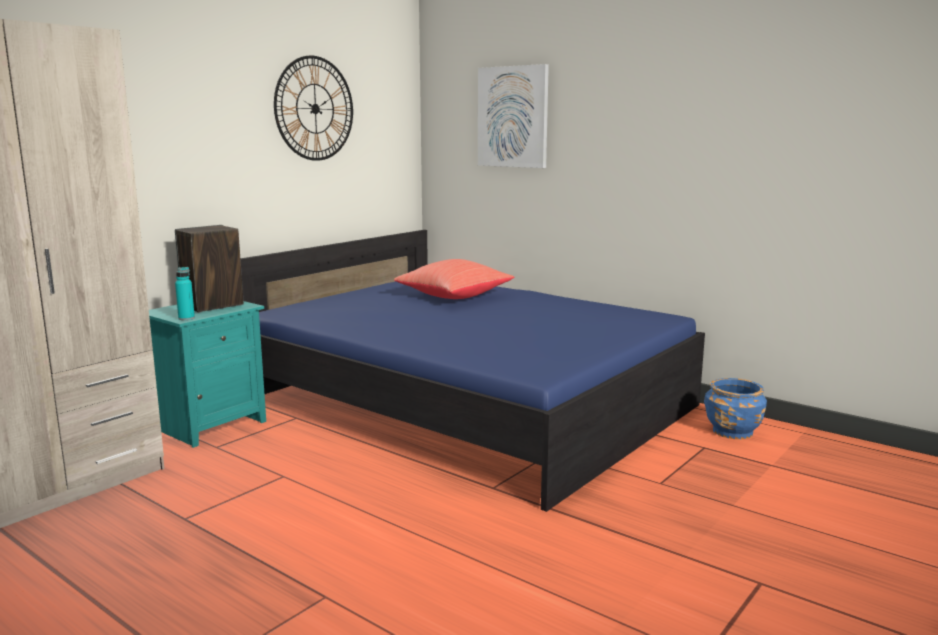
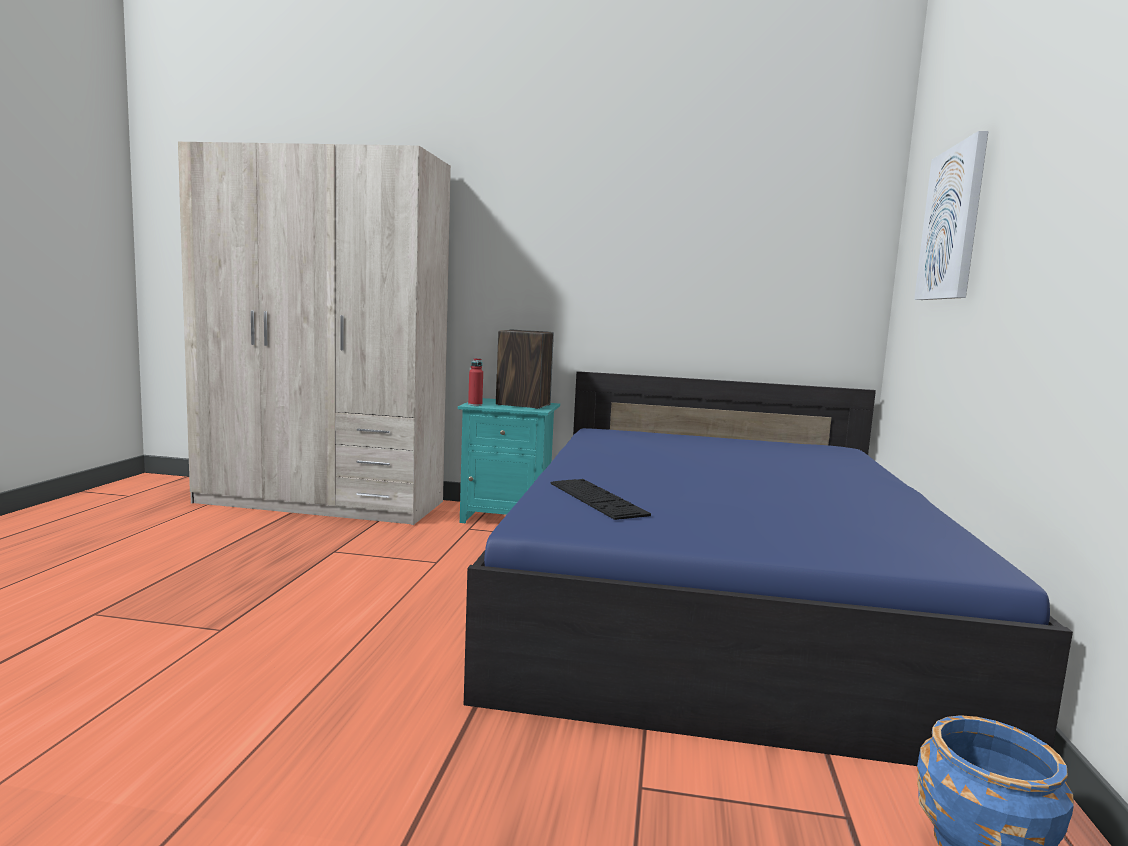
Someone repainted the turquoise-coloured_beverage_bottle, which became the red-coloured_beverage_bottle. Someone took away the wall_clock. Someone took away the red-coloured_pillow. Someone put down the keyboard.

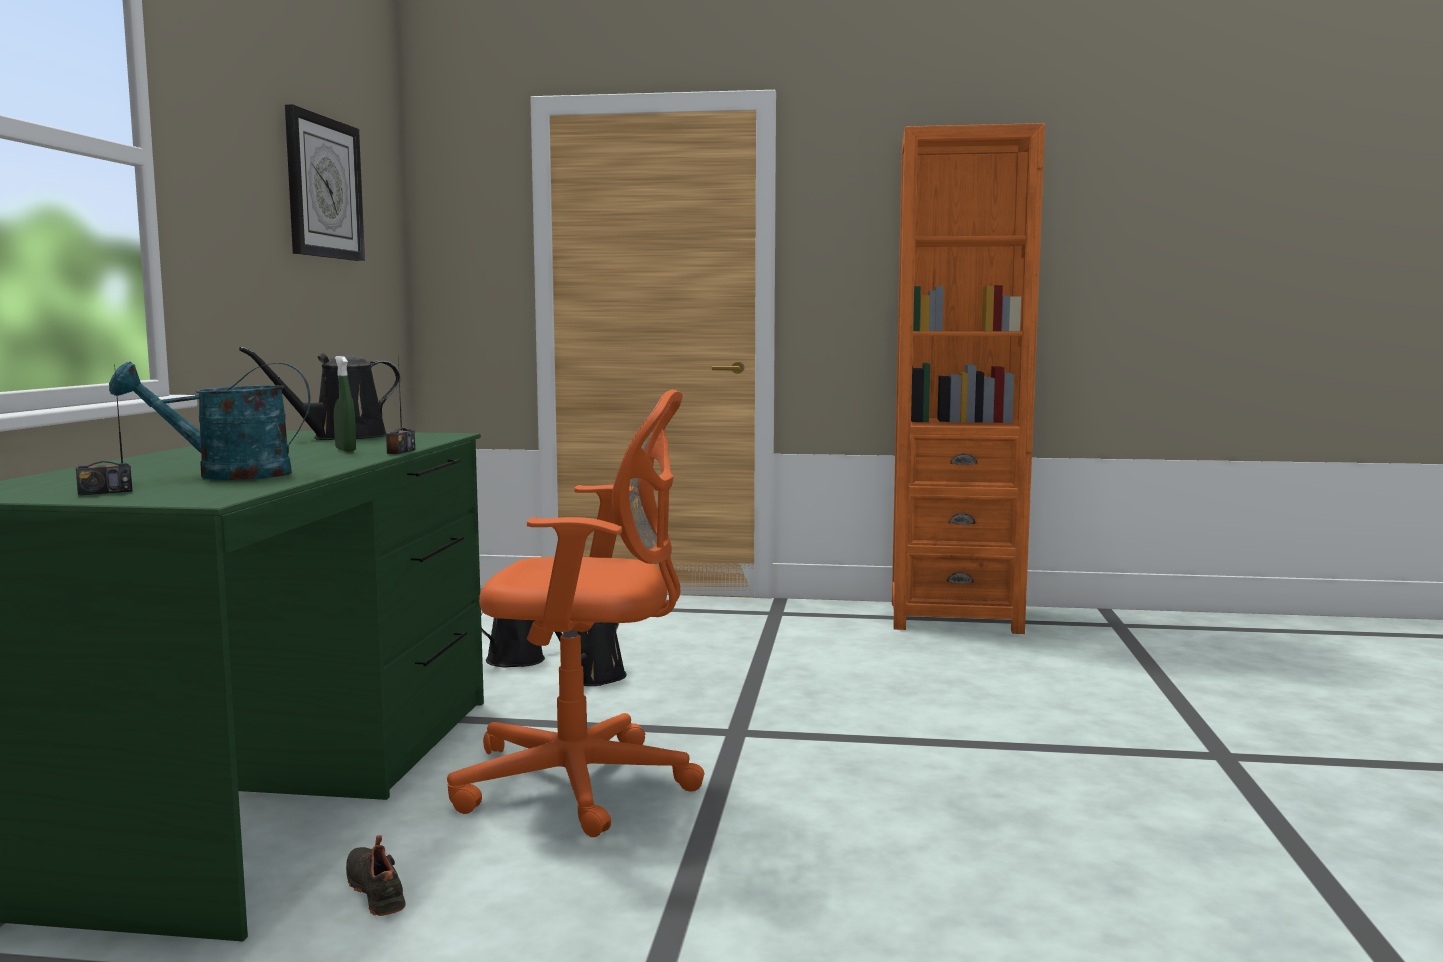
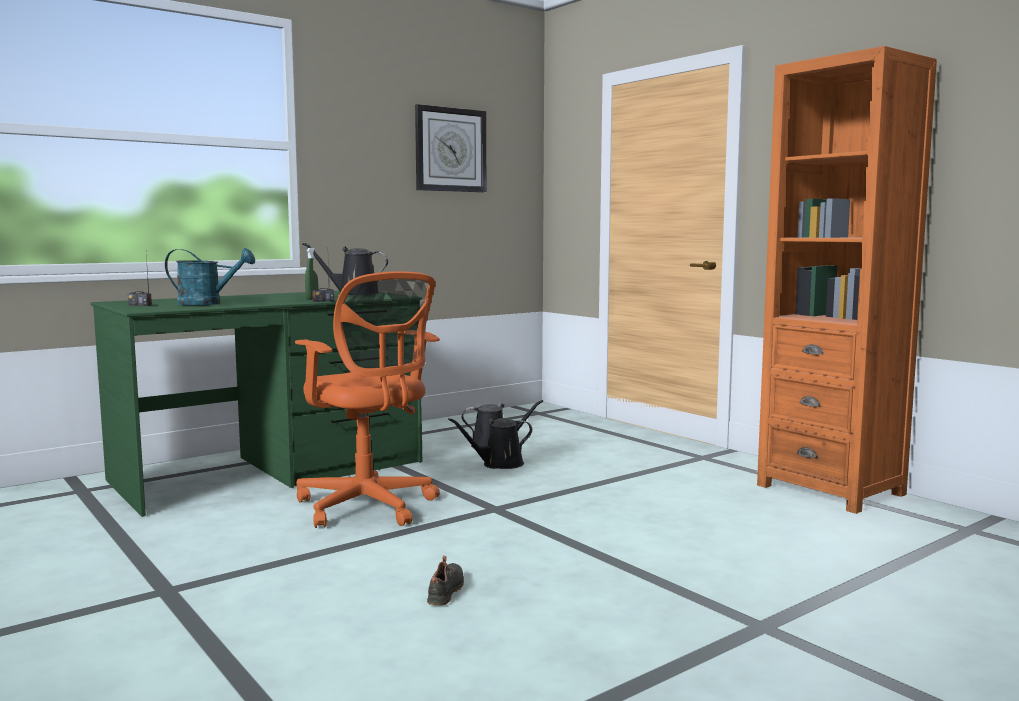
Someone rotated the turquoise-coloured_watering_pot by 150 degrees clockwise. Someone carried the blackish_low_shoe.

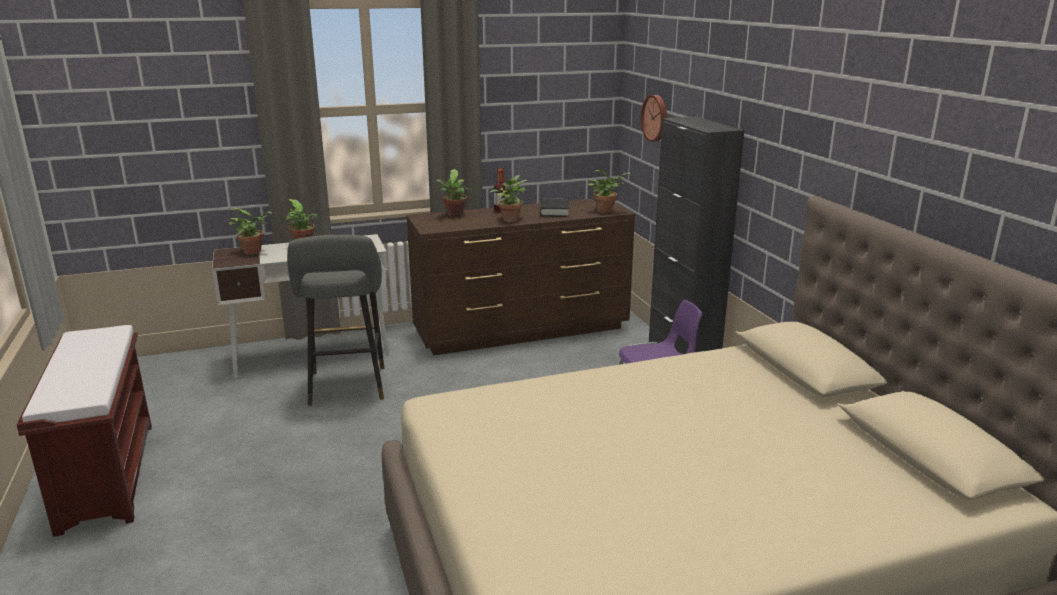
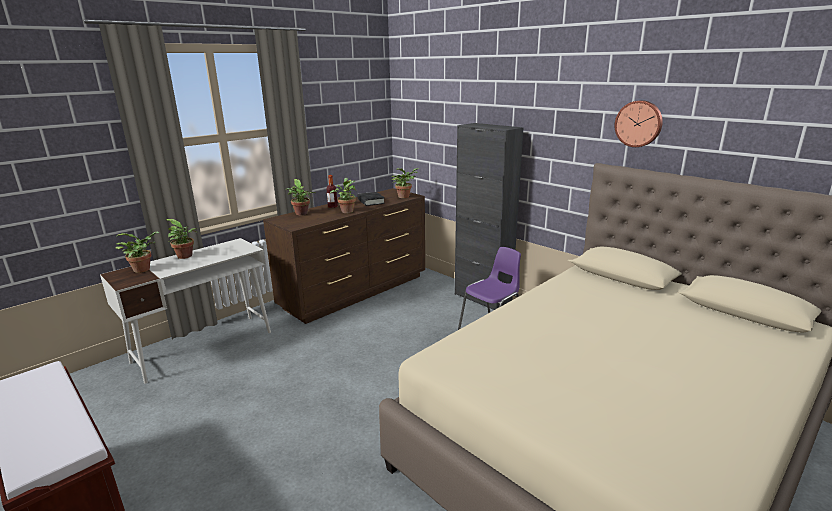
Someone took away the grey_stool_seat. Someone carried the wall_clock.

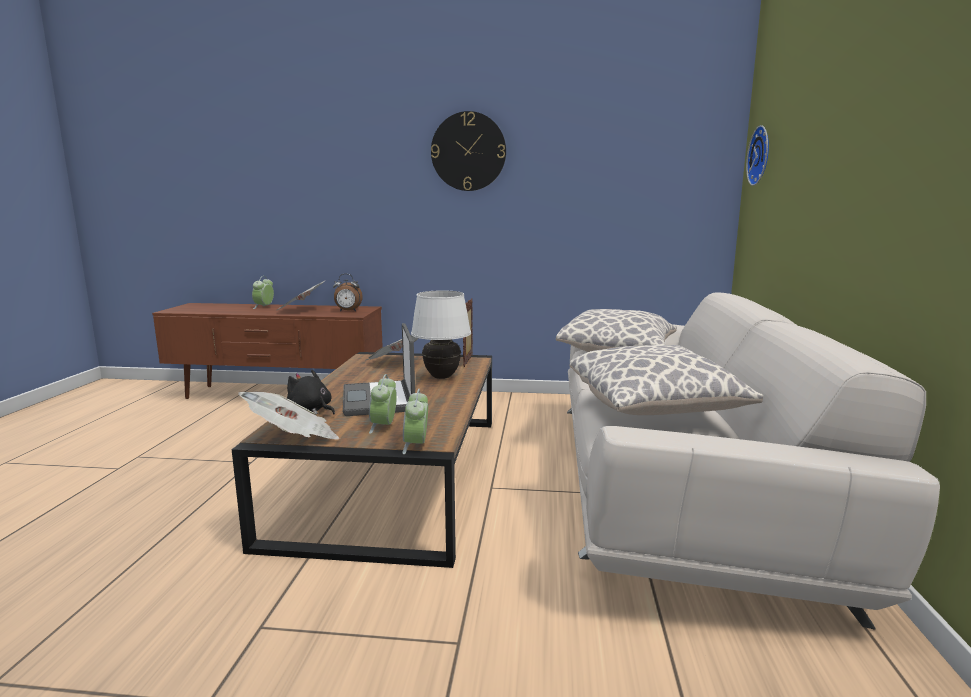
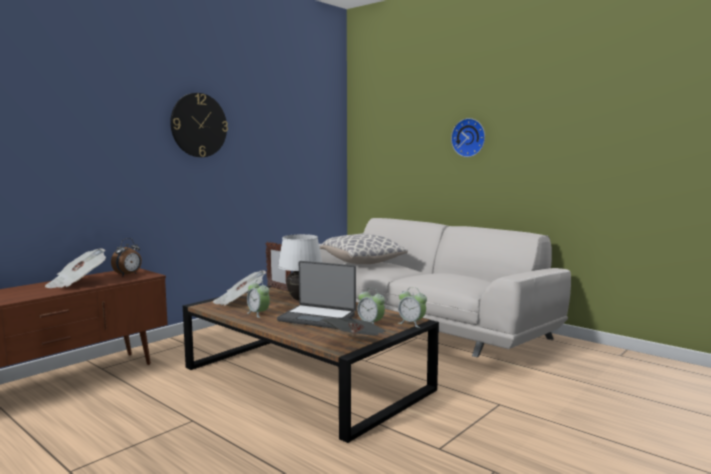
Someone carried the bedside_clock (1st from left in the first image). Someone took away the blackish_soft_toy. Someone took away the pillow (2nd from left). Someone carried the wall_clock (2nd from left).

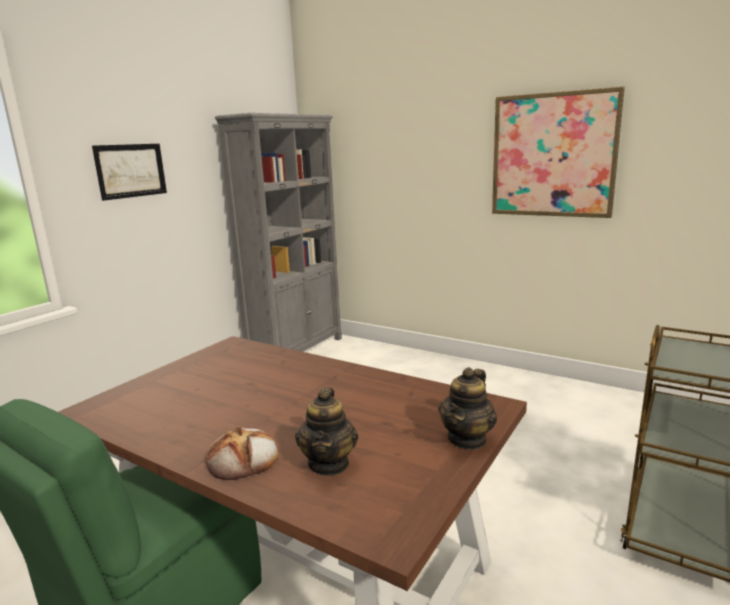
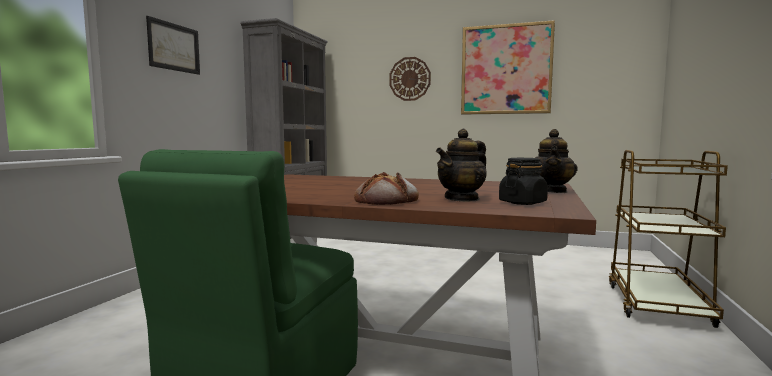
Someone rotated the teapot (1st from left) by 60 degrees clockwise. Someone put up the wall_clock. Someone put down the blackish_jar.

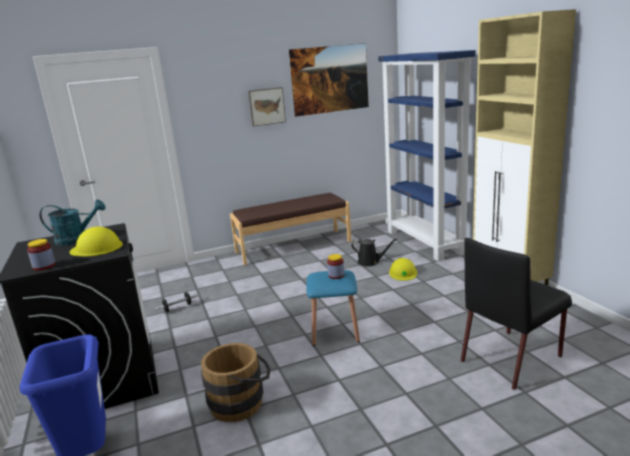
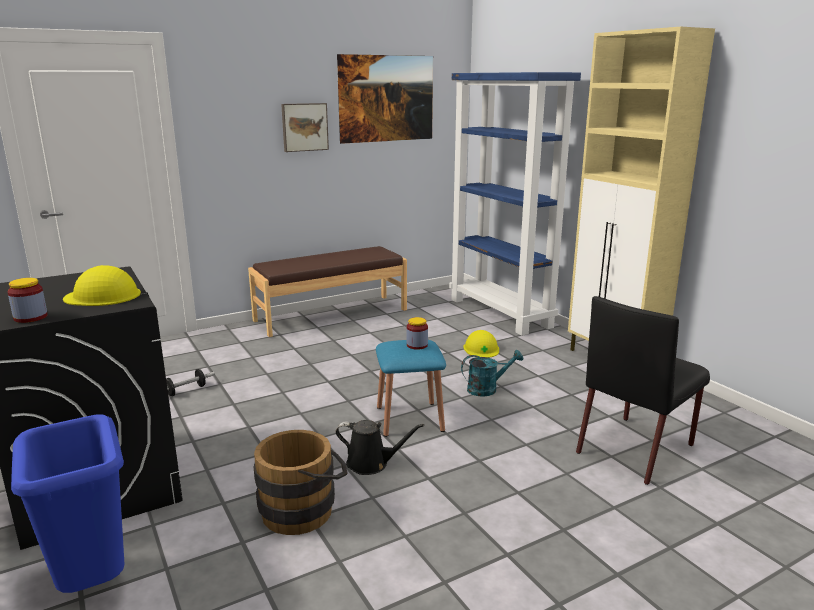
Someone carried the turquoise-coloured_watering_pot. Someone carried the blackish_watering_pot.

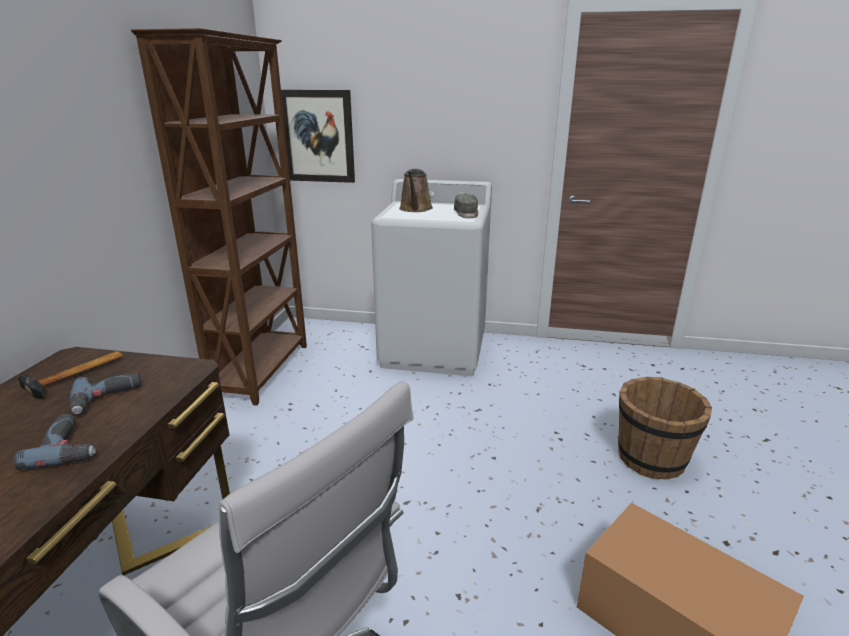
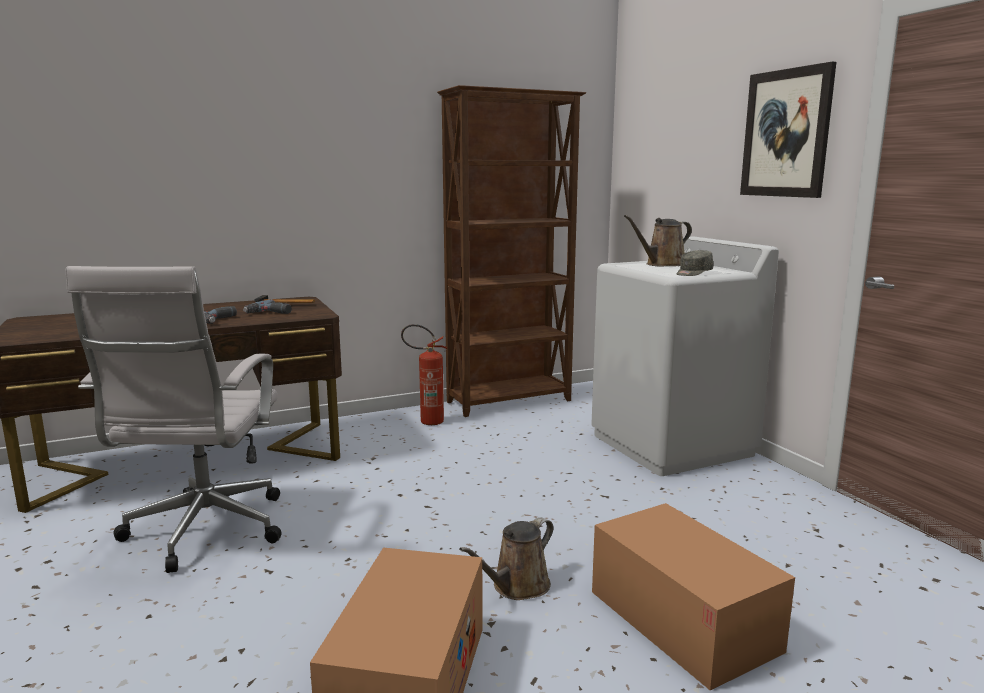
Someone carried the wall_picture. Someone swapped the brown_pail for the cardboard_box (2nd from left). Someone put down the fire_extinguisher. Someone put down the brown_watering_pot (1st from left).

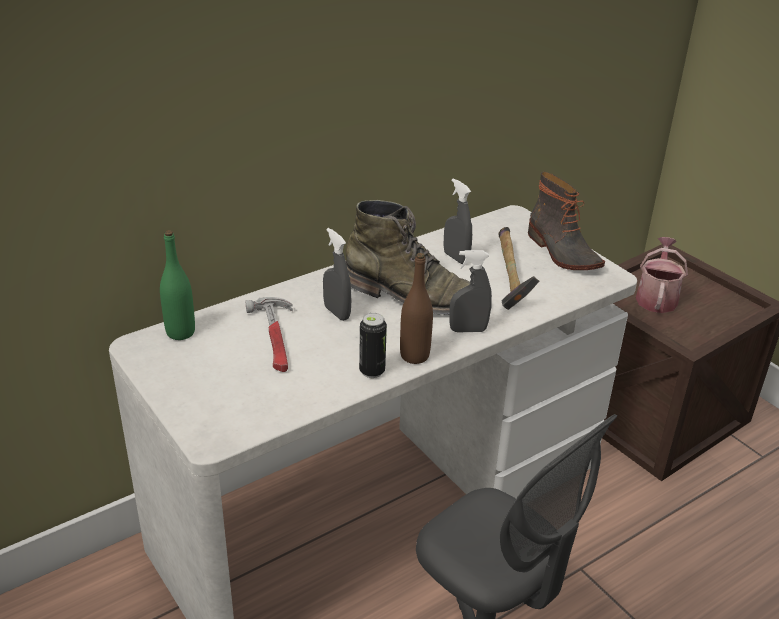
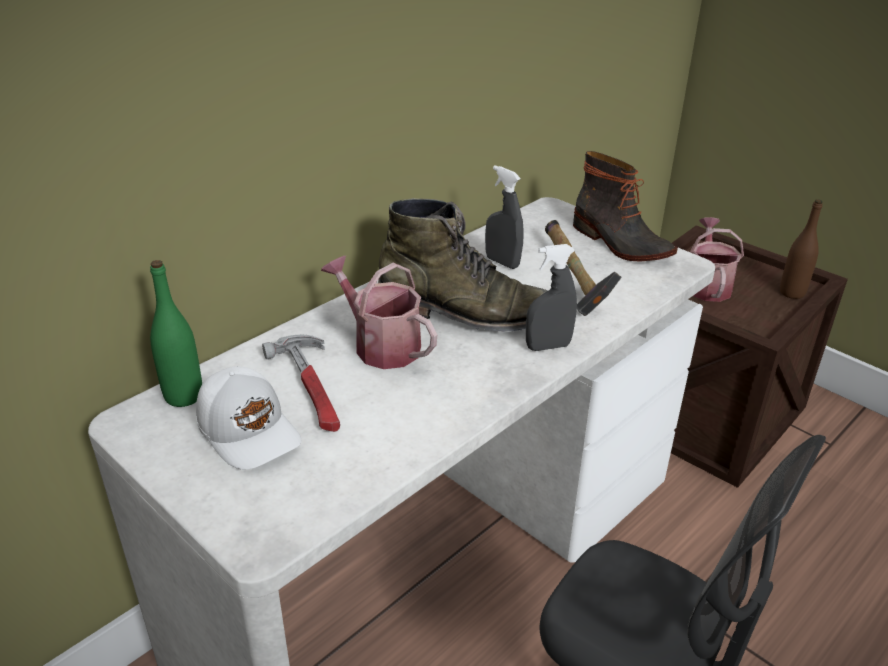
Someone swapped the grey_hand_sprayer (1st from left) for the watering_pot (1st from left). Someone took away the can. Someone carried the brown_beverage_bottle. Someone put down the white-coloured_baseball_cap.

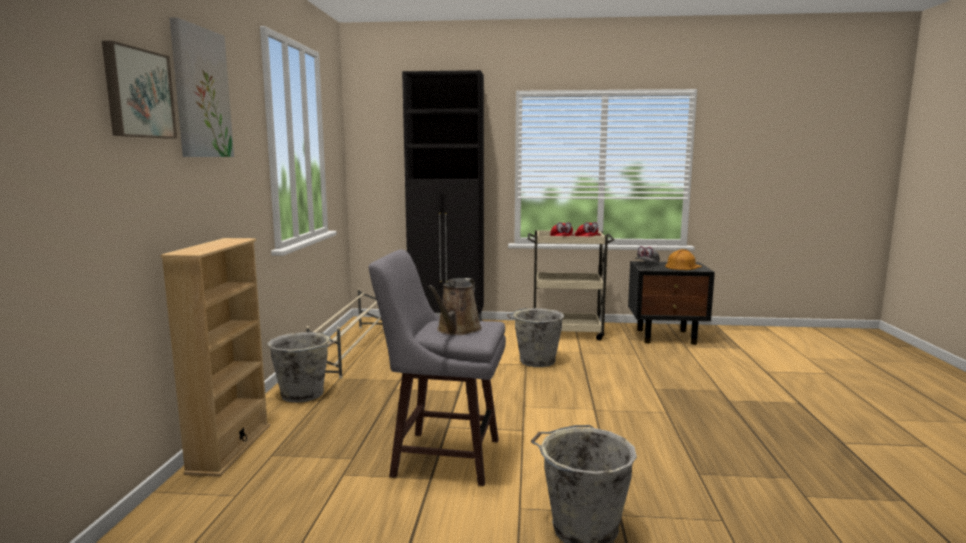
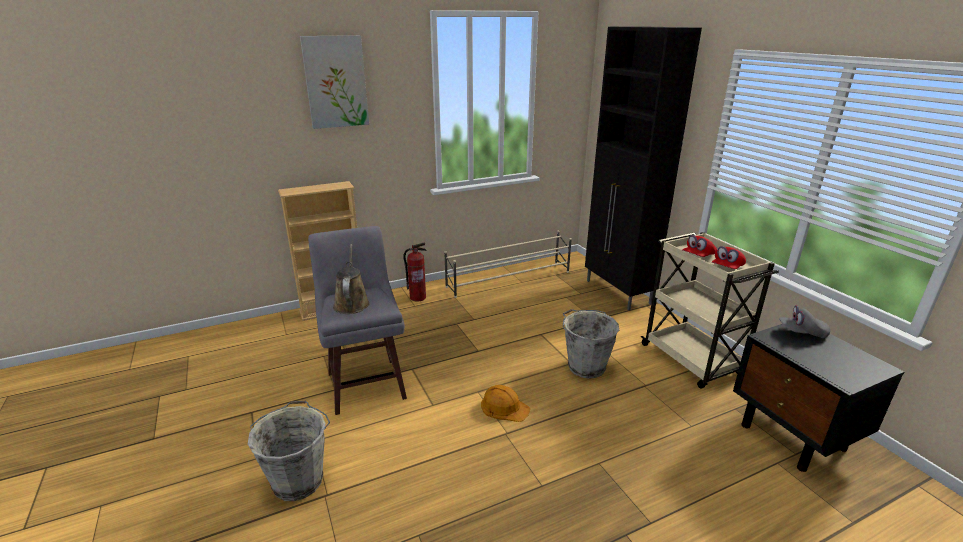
Someone took away the wall_picture (1st from left). Someone swapped the grey_pail (1st from left) for the fire_extinguisher. Someone rotated the brown_watering_pot by 90 degrees clockwise. Someone carried the orangey_safety_helmet.

